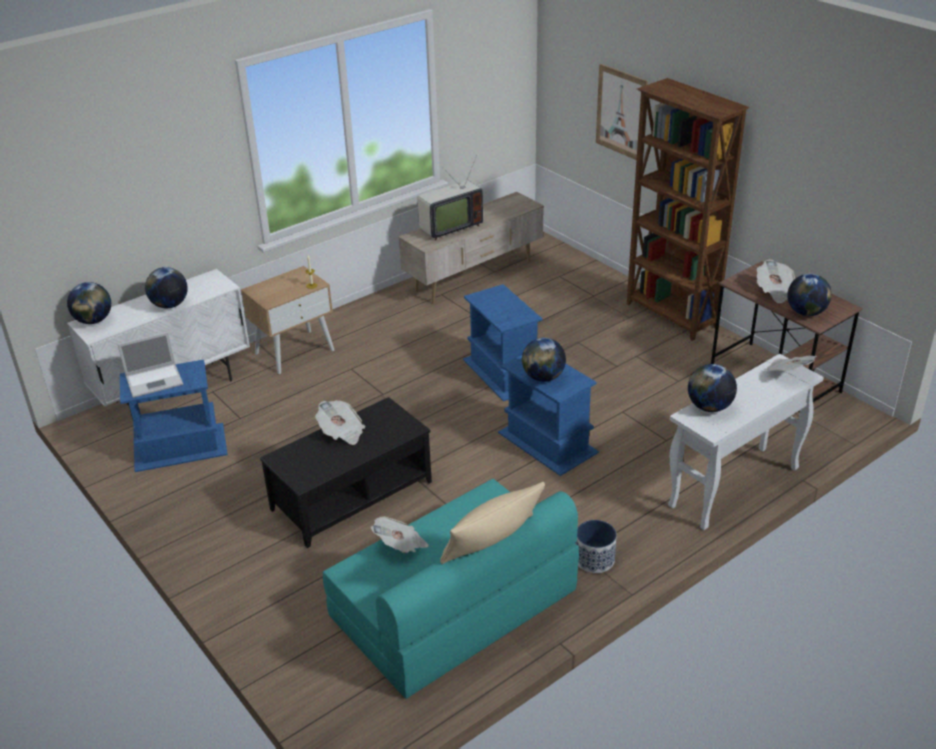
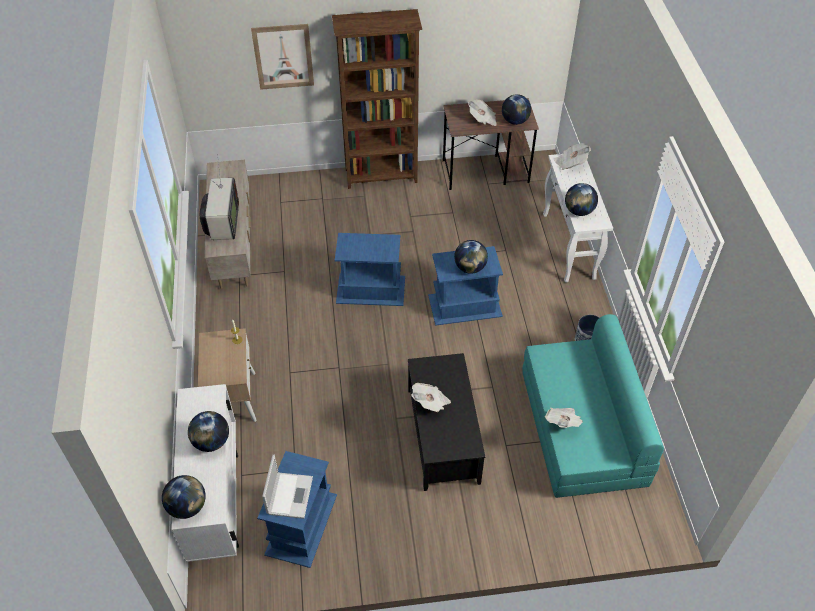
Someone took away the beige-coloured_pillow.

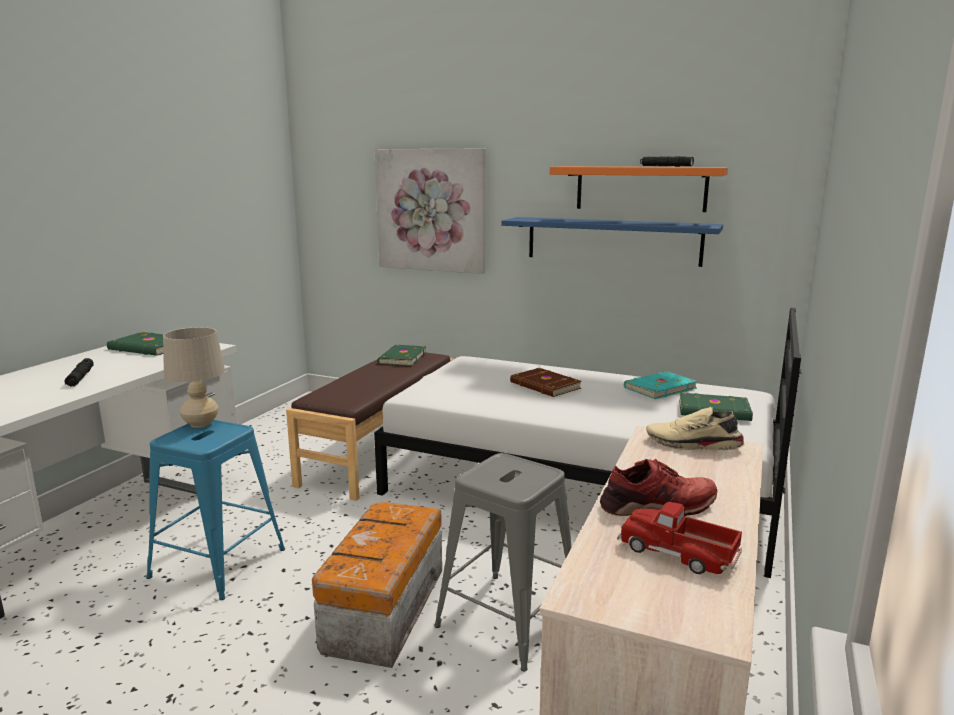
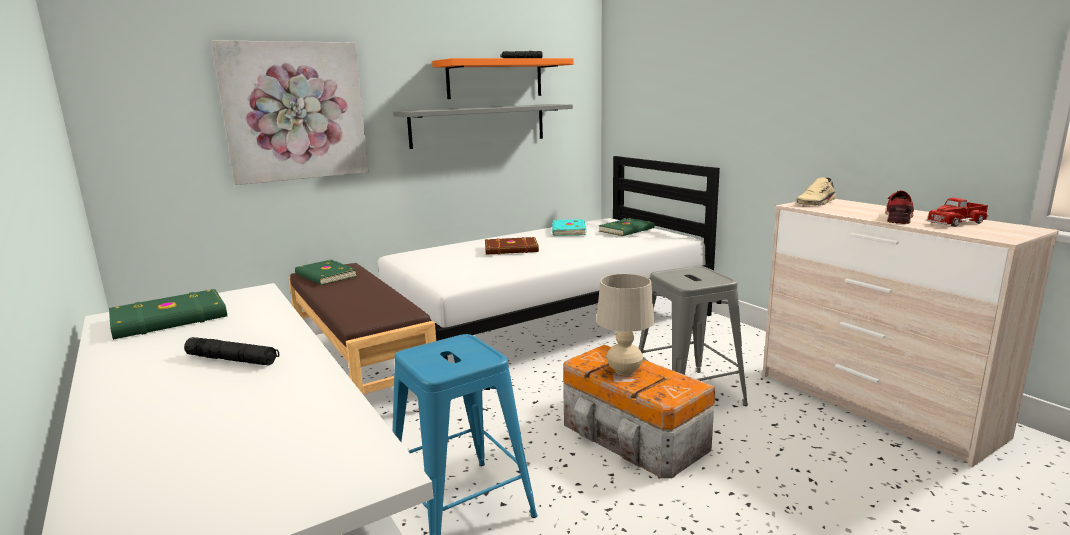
Someone carried the beige-coloured_tabletop_lamp. Someone repainted the blue_wall_shelf, which became the grey_wall_shelf.

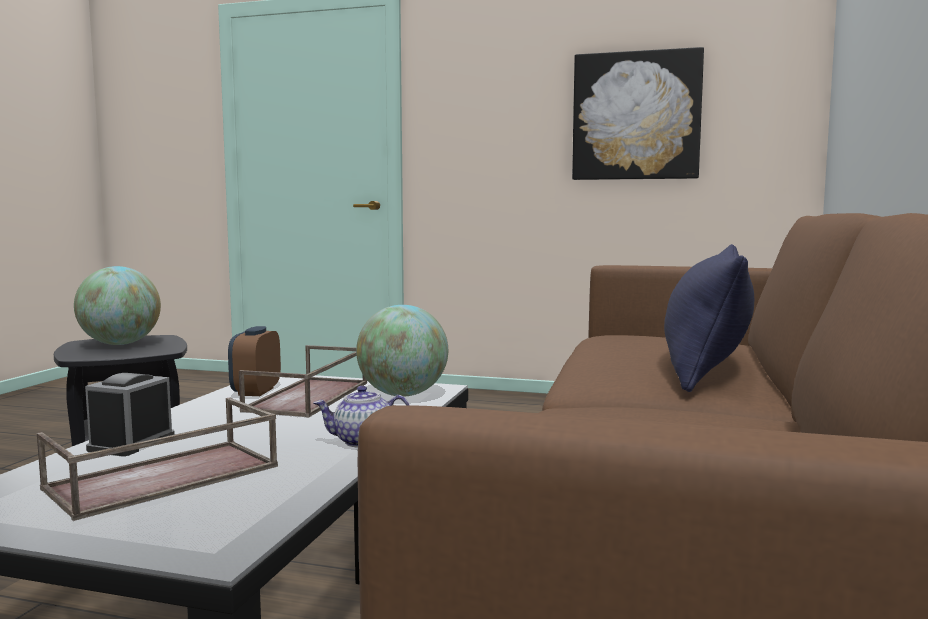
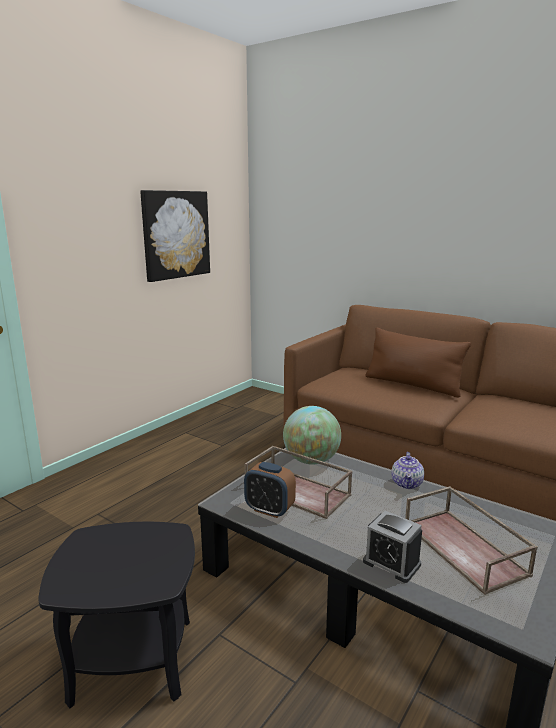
Someone took away the desk_globe (1st from left). Someone repainted the blue_pillow, which became the brown_pillow.

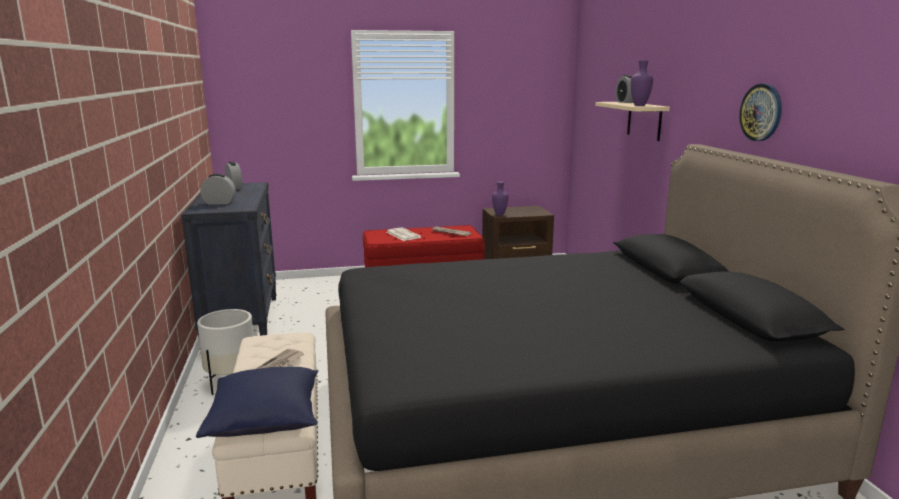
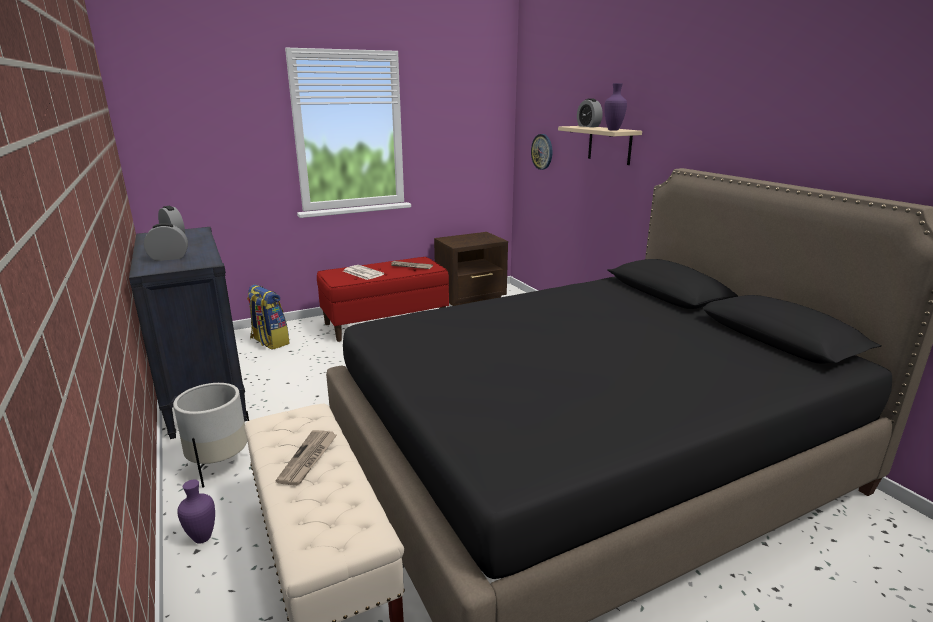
Someone took away the blue_pillow. Someone carried the purplish_vase (1st from left). Someone carried the wall_clock. Someone put down the knapsack.

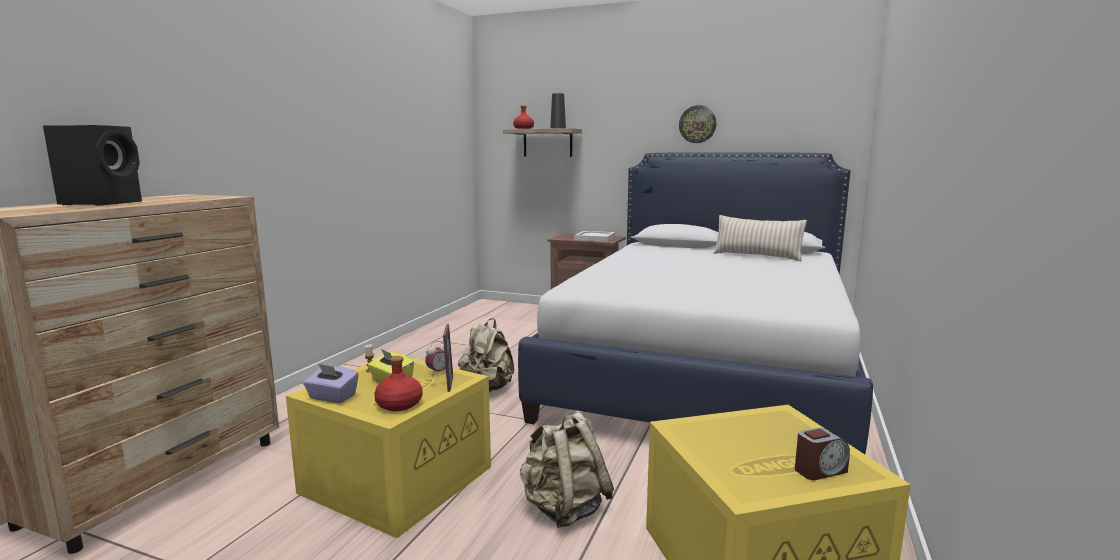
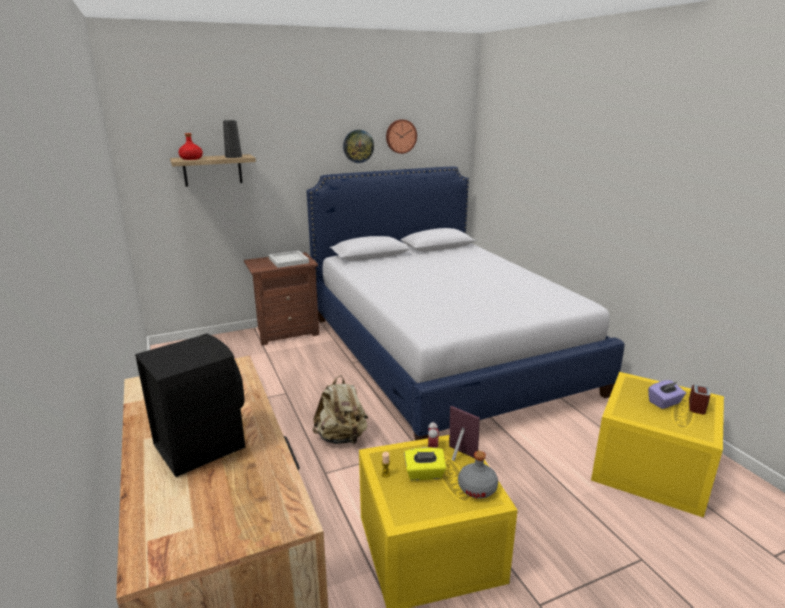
Someone carried the purplish_box_of_tissues. Someone repainted the red-coloured_beverage_bottle (1st from left), which became the grey_beverage_bottle. Someone took away the beige-coloured_knapsack (2nd from left). Someone took away the beige-coloured_pillow. Someone put up the wall_clock (2nd from left).

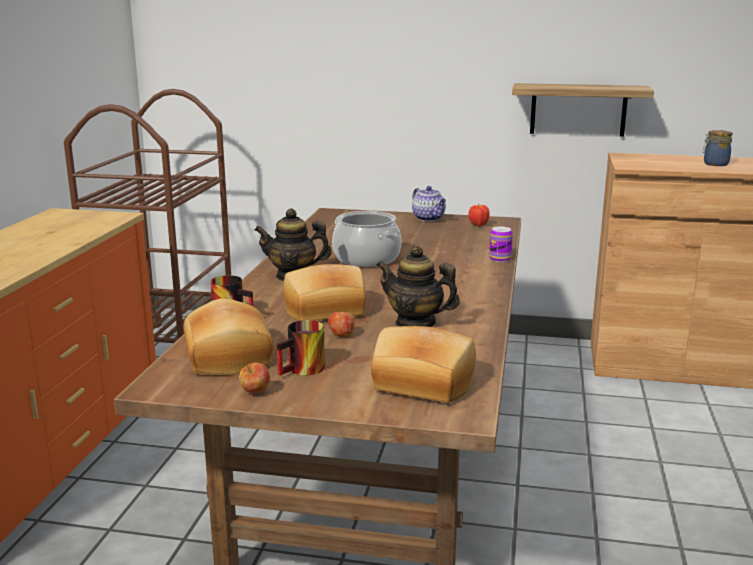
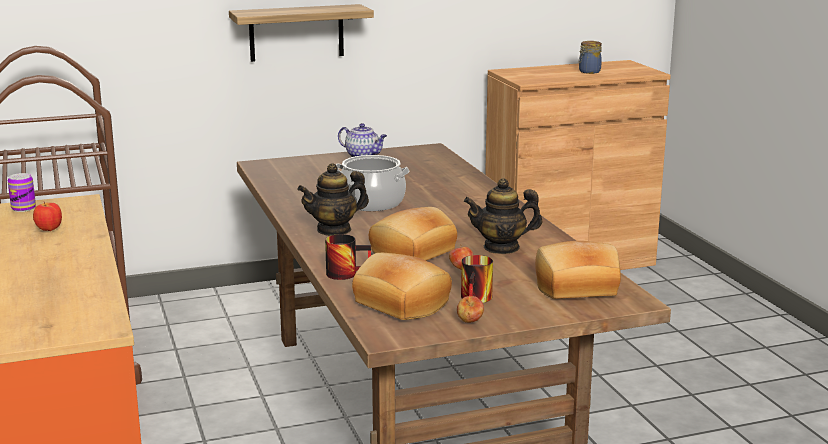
Someone carried the apple_fruit (3rd from left in the first image). Someone carried the can. Someone carried the wall_shelf.

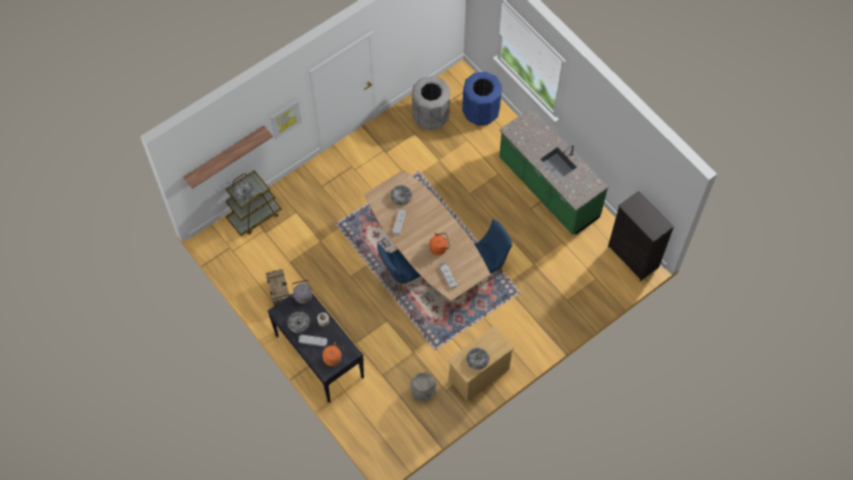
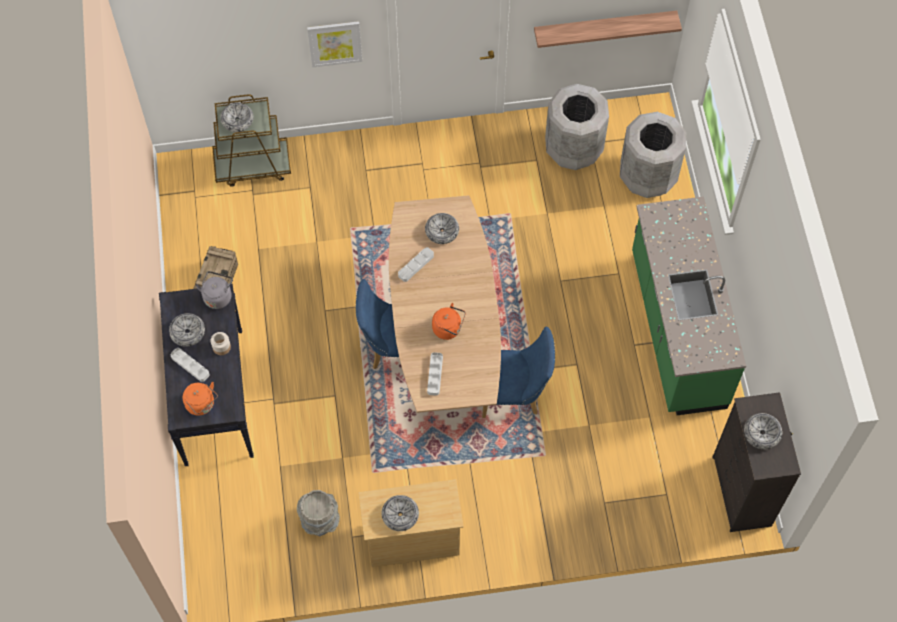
Someone carried the wall_shelf. Someone repainted the blue_rubbish_bin, which became the grey_rubbish_bin (2nd from left). Someone put down the serving_bowl (5th from left).

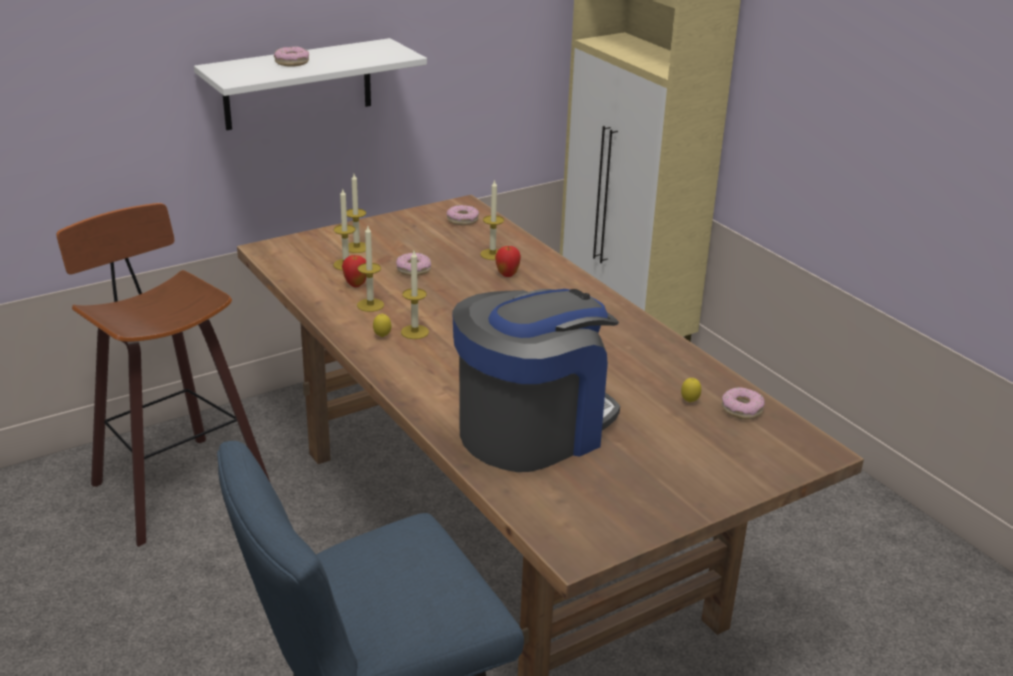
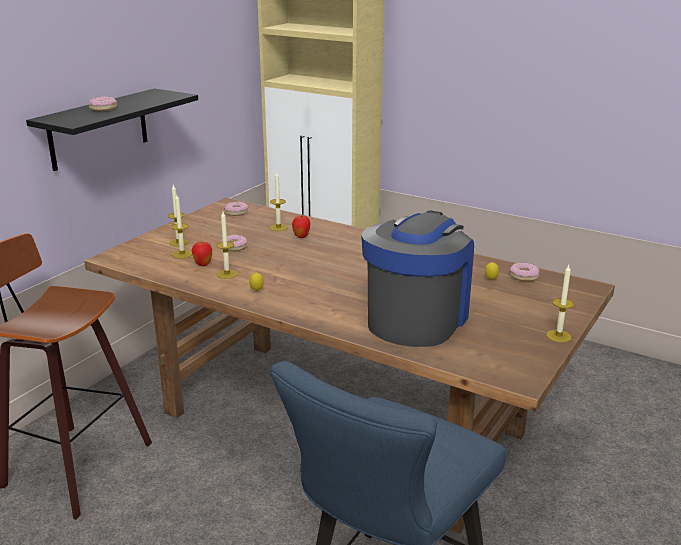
Someone repainted the white-coloured_wall_shelf, which became the blackish_wall_shelf. Someone carried the candle (4th from left in the first image).

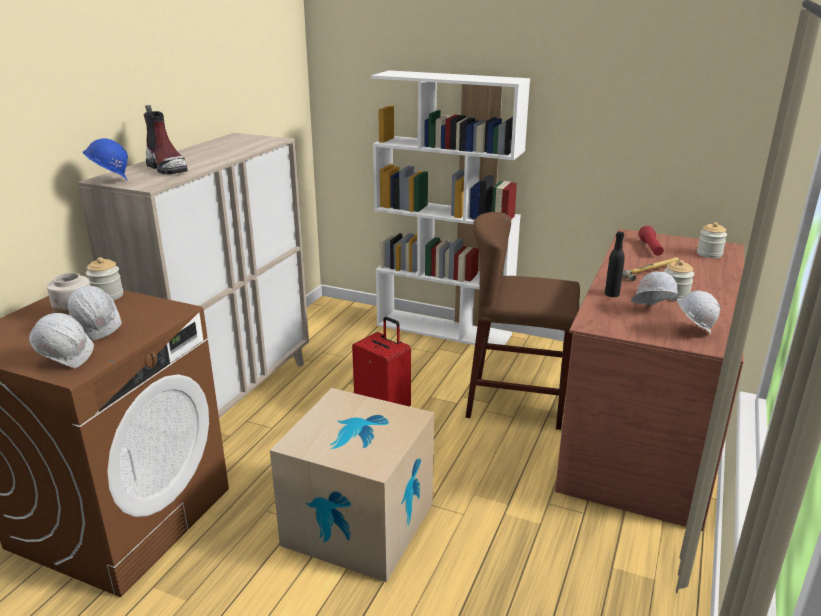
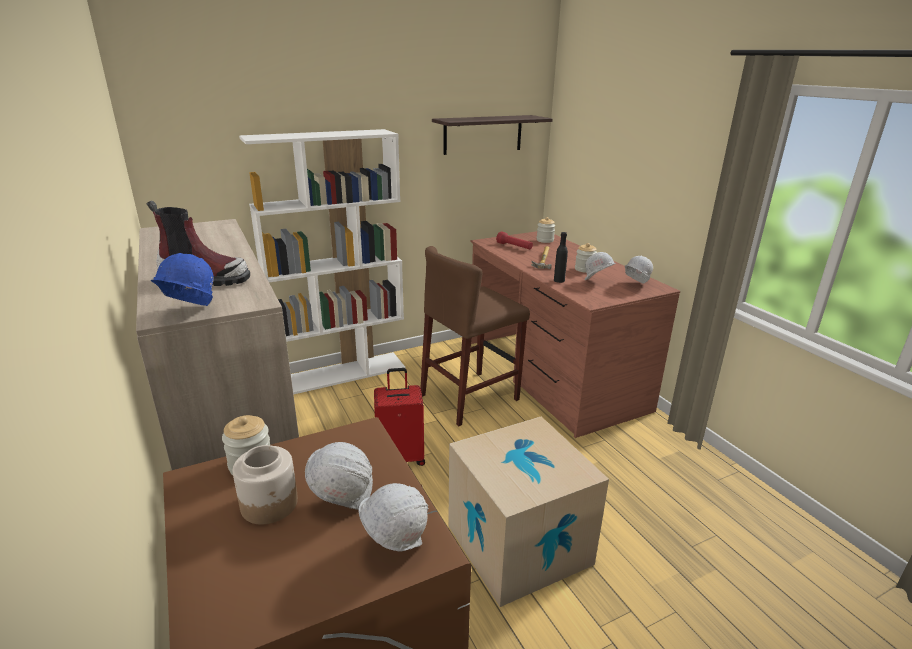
Someone put up the wall_shelf.

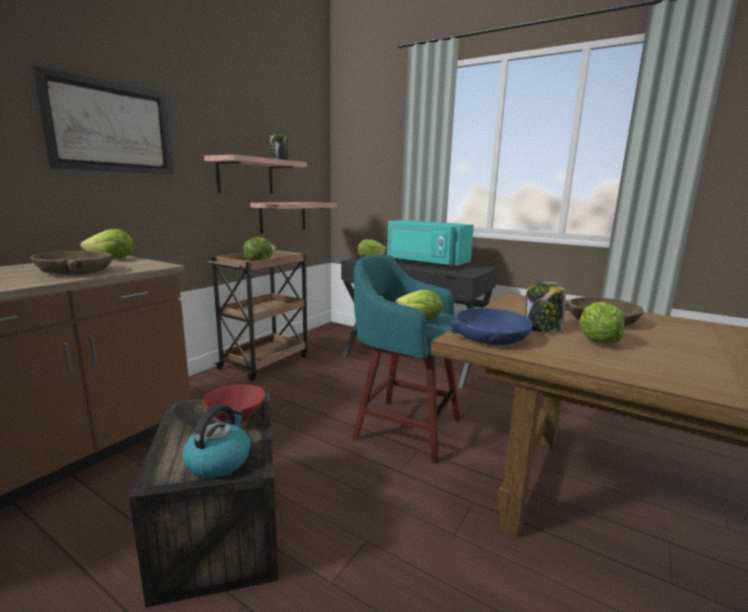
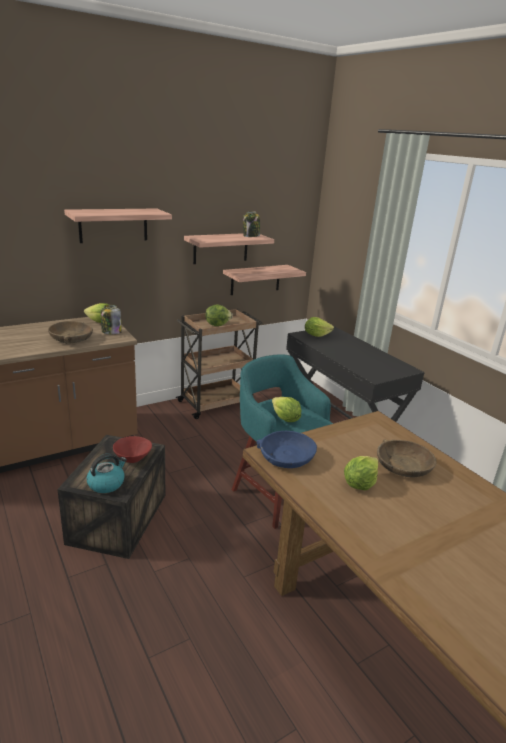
Someone swapped the wall_picture for the wall_shelf (1st from left). Someone took away the turquoise-coloured_kitchen_microwave. Someone carried the jar (2nd from left in the first image).

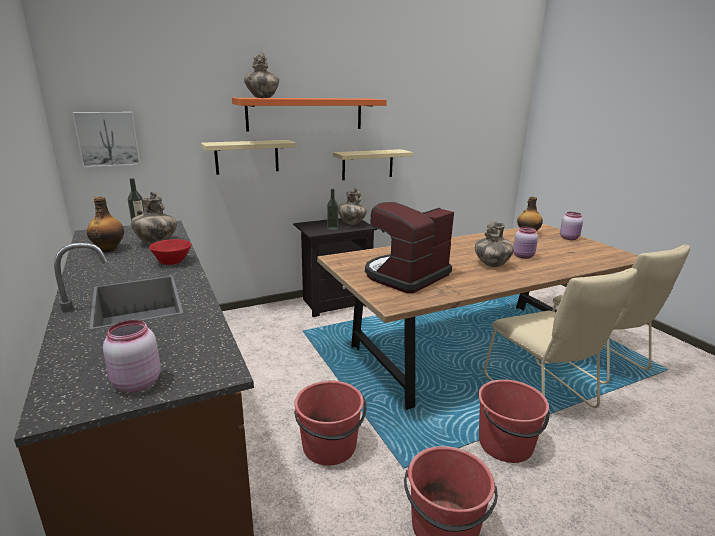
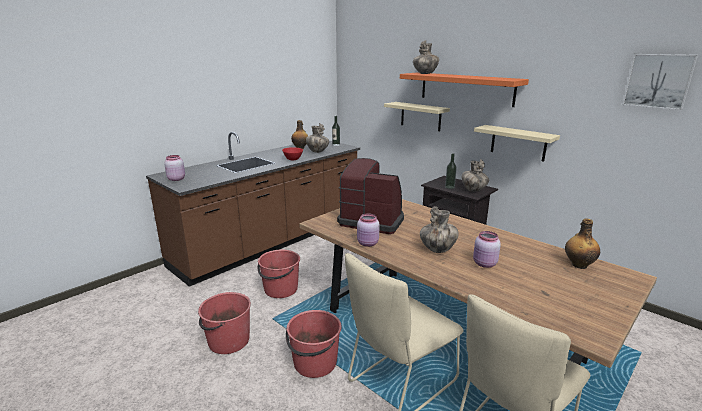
Someone carried the wall_picture. Someone carried the pink-coloured_jar (3rd from left in the first image).

